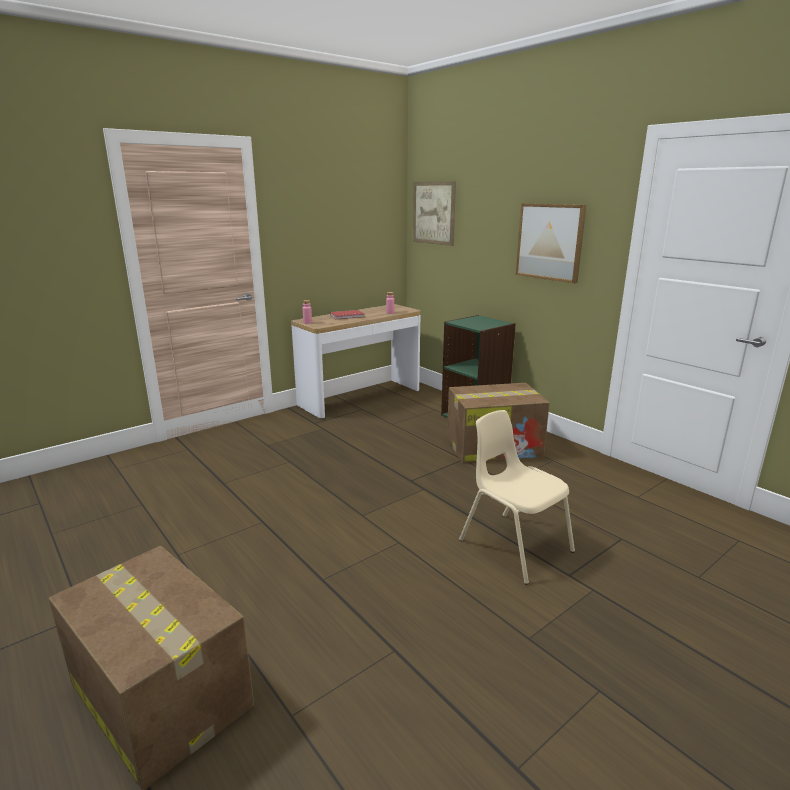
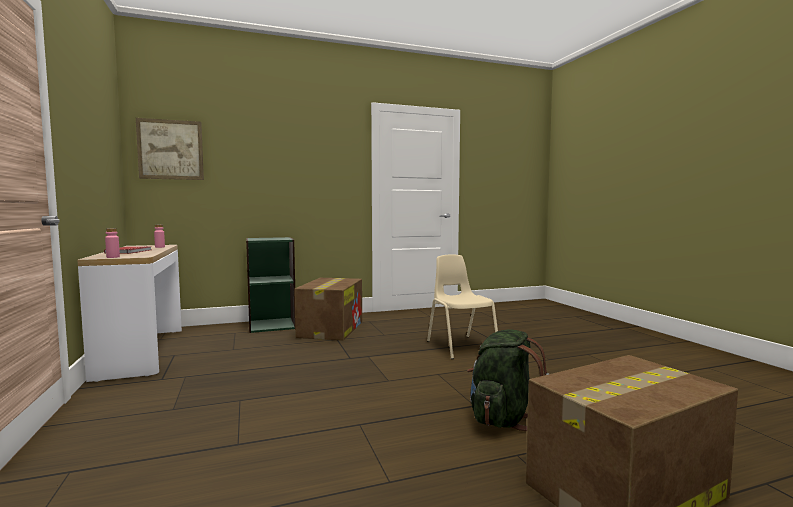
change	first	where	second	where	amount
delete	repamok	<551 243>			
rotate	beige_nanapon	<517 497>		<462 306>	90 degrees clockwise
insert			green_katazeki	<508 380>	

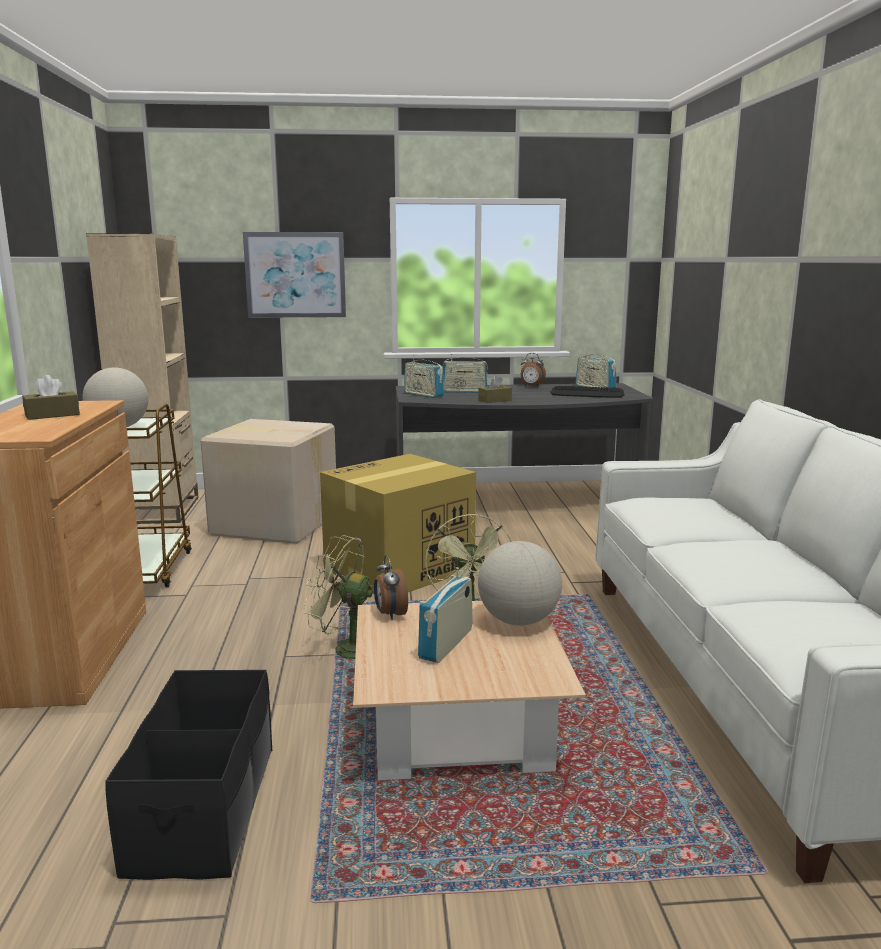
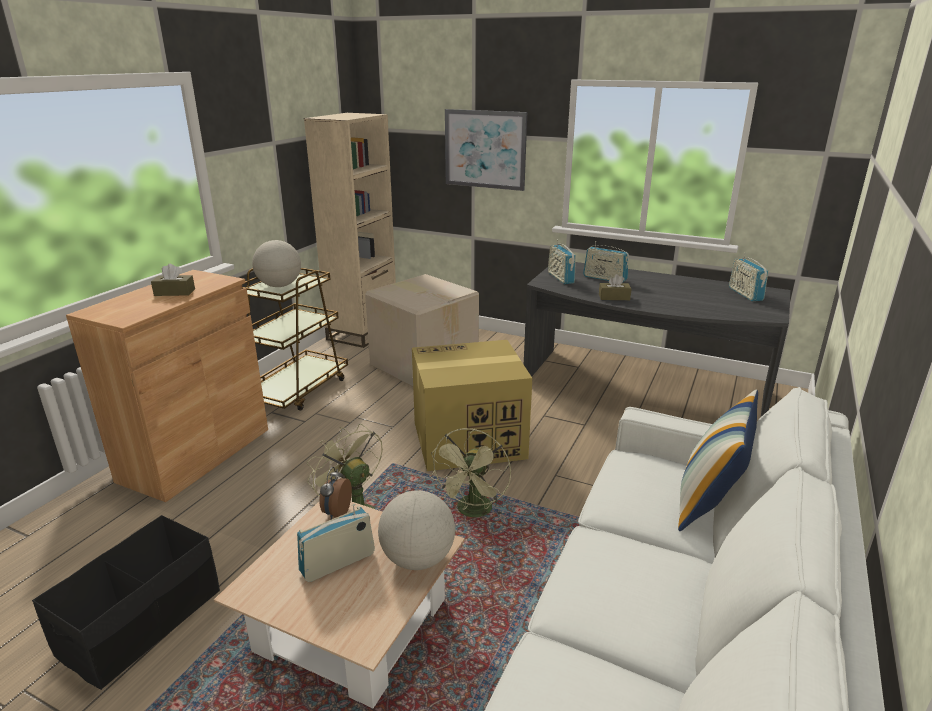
change	first	where	second	where	amount
delete	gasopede	<533 369>			
delete	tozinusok	<587 392>			
insert			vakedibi	<718 460>	

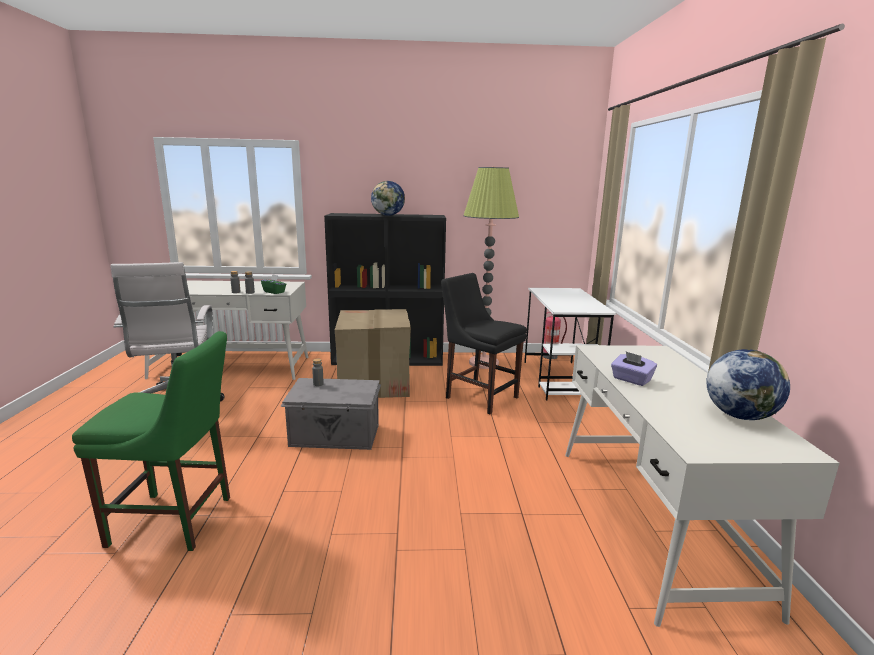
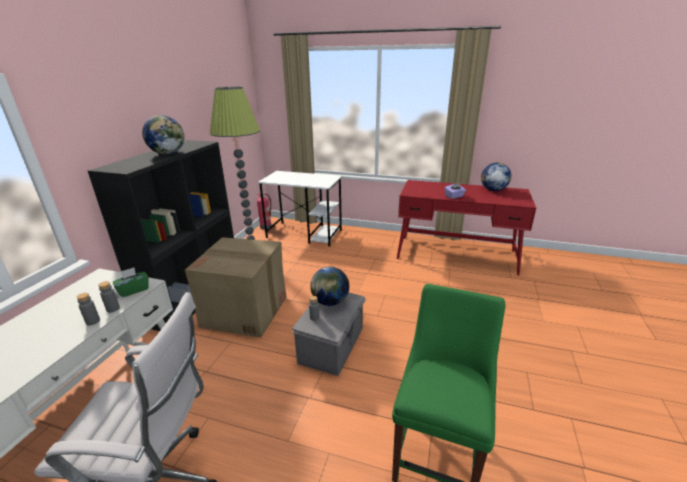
change	first	where	second	where	amount
delete	black_nanapon	<484 343>			
recolor	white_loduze	<702 486>	red_loduze	<466 227>	
insert			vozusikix	<329 286>	

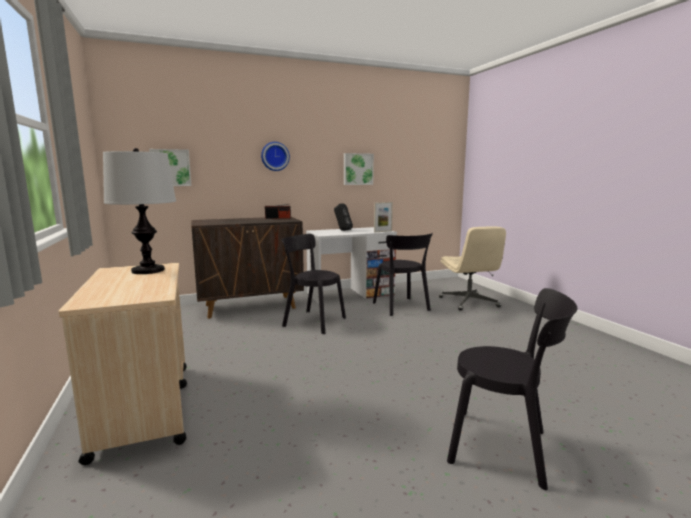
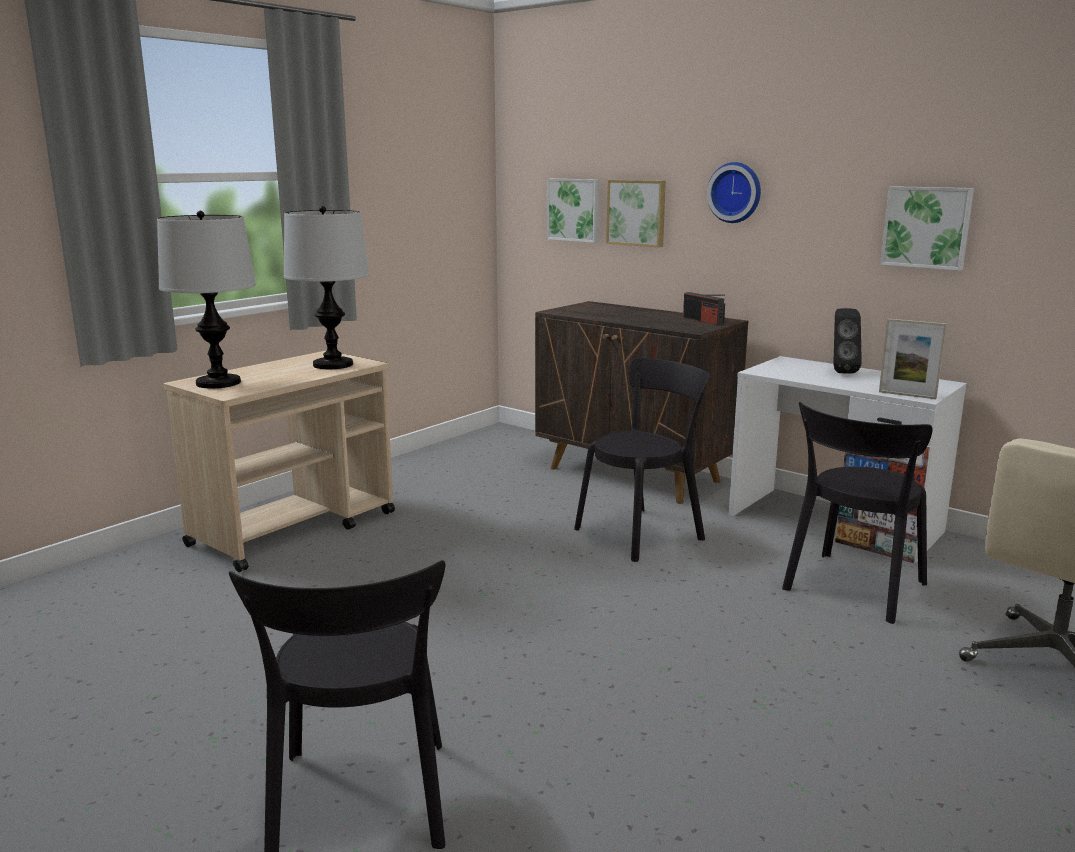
change	first	where	second	where	amount
rotate	black_nanapon	<313 284>		<642 459>	60 degrees clockwise
insert			repamok	<636 213>	
insert			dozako	<206 299>	

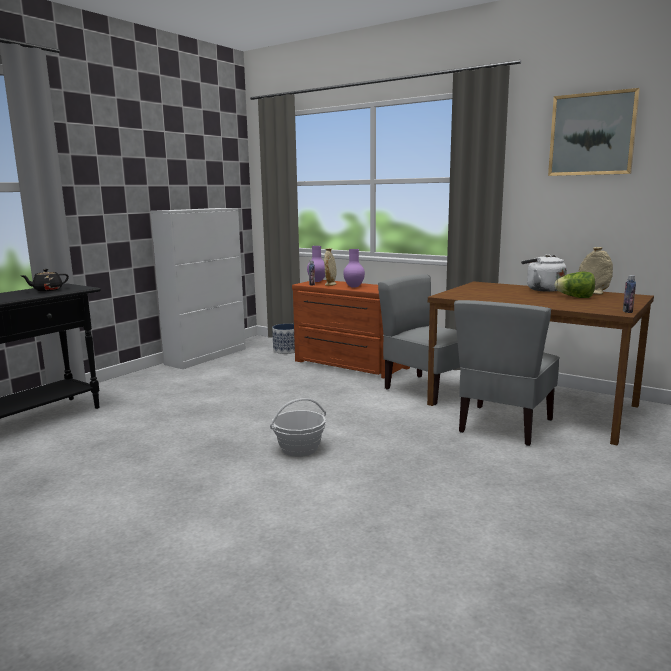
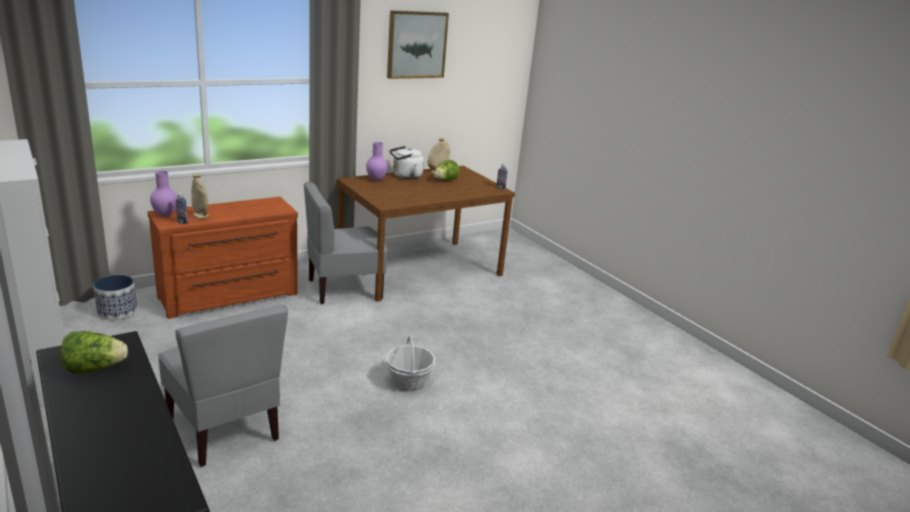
change	first	where	second	where	amount
move	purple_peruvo	<354 268>		<377 161>	
replace	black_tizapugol	<45 280>	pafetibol	<94 352>	
move	grey_nanapon	<507 373>		<223 386>	

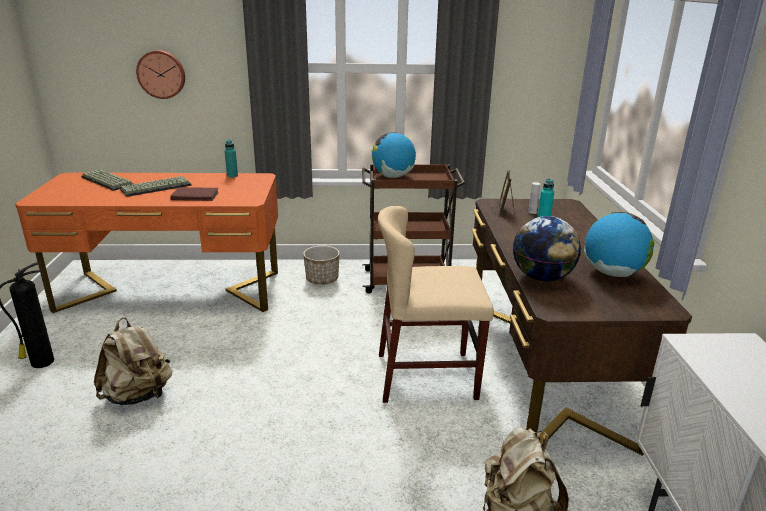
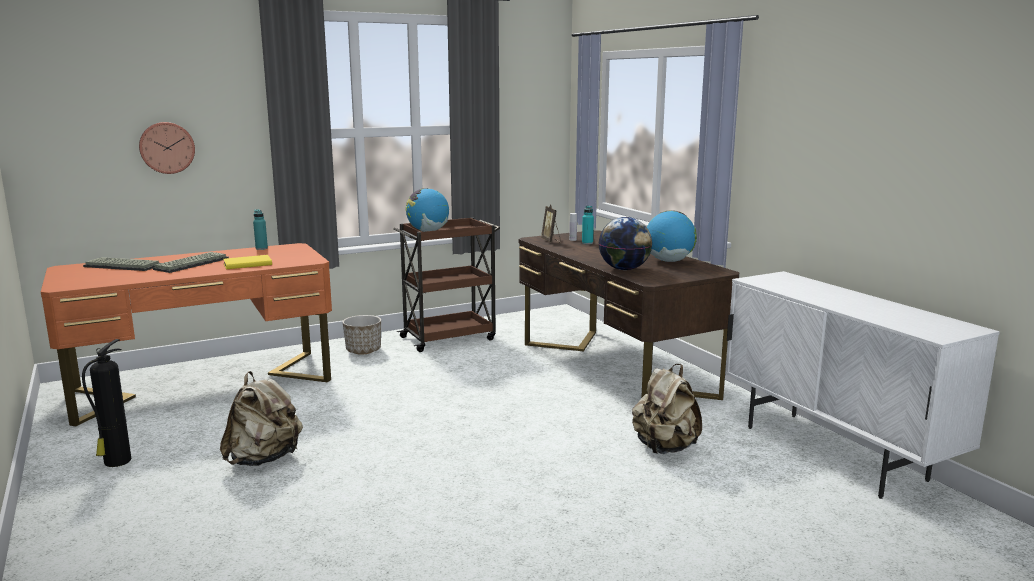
change	first	where	second	where	amount
recolor	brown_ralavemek	<195 194>	yellow_ralavemek	<247 262>	
delete	beige_nanapon	<436 304>			

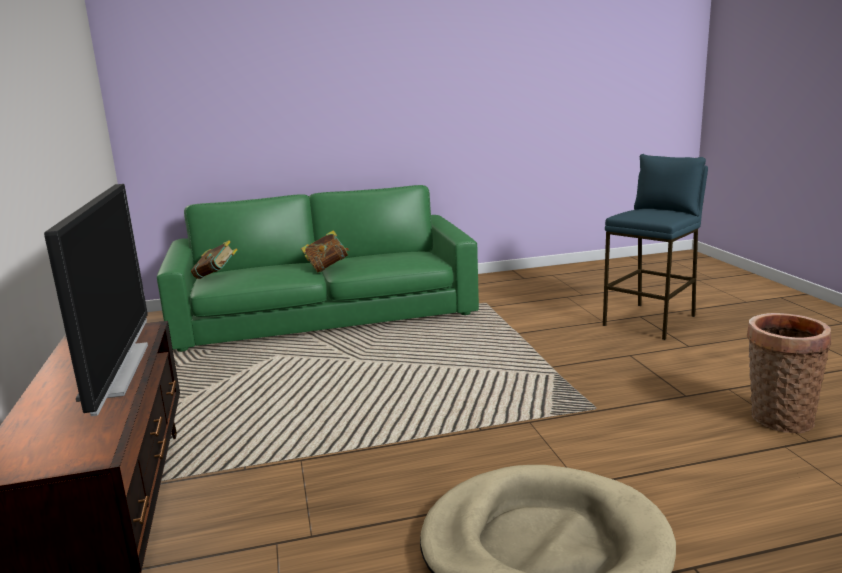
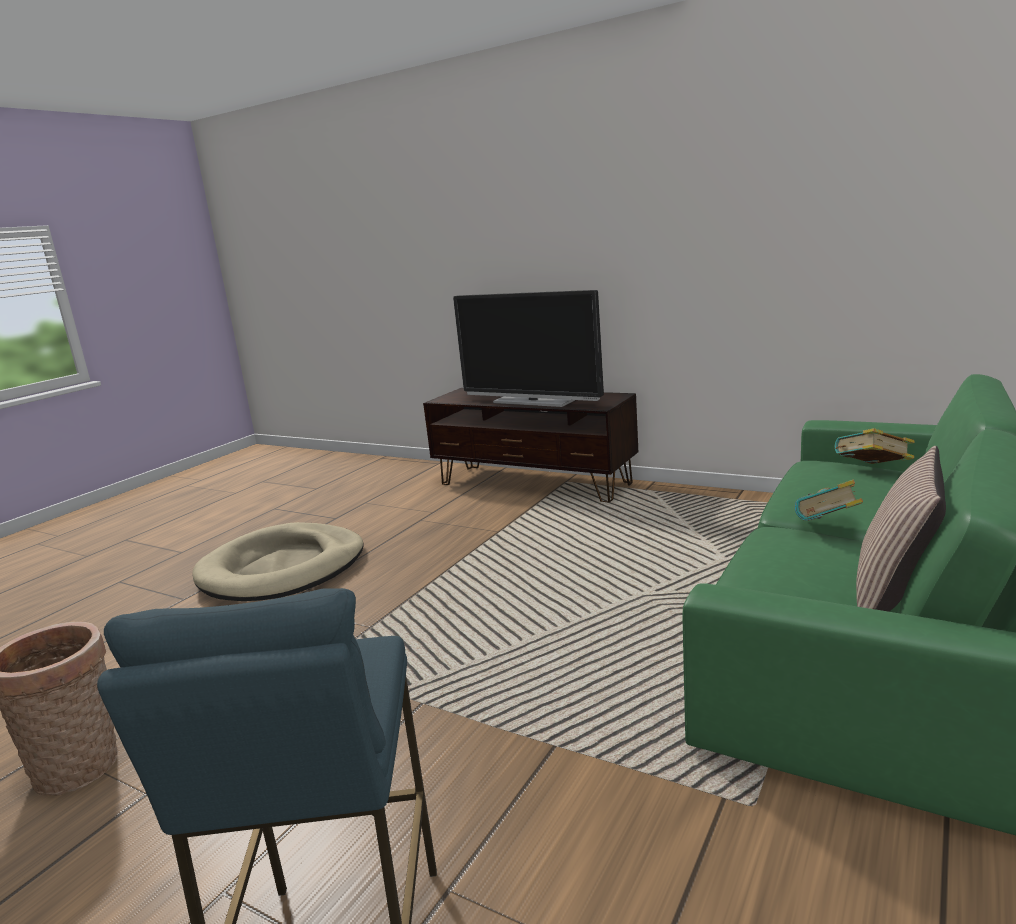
change	first	where	second	where	amount
insert			vakedibi	<901 529>	

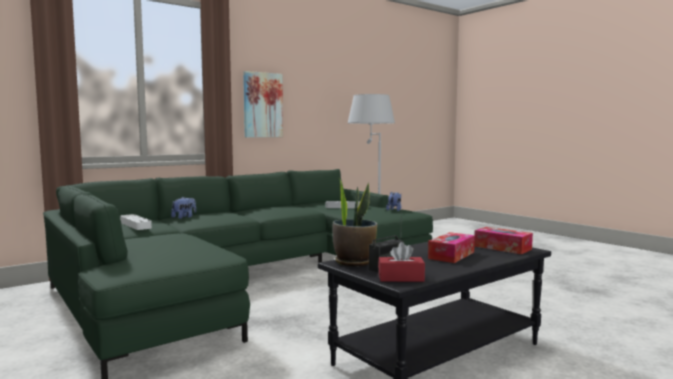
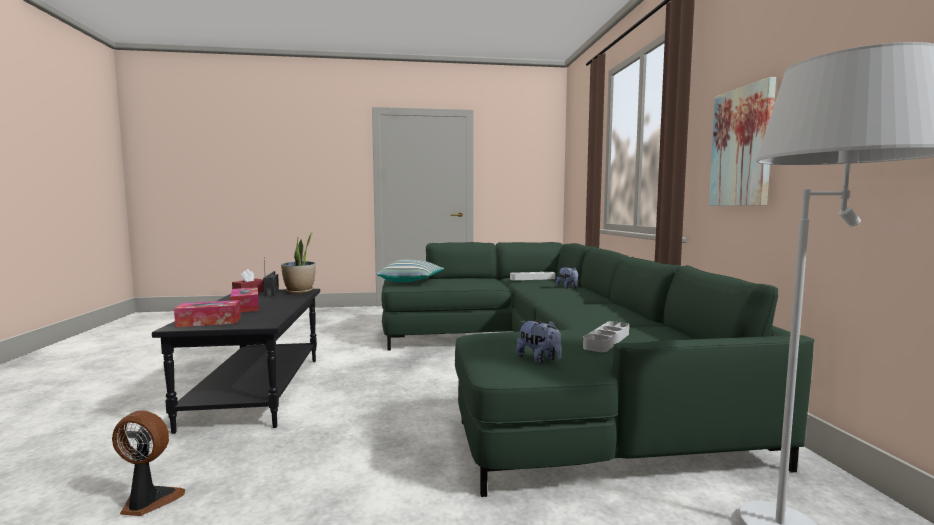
change	first	where	second	where	amount
insert			vakedibi	<410 270>	
insert			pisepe	<148 463>	

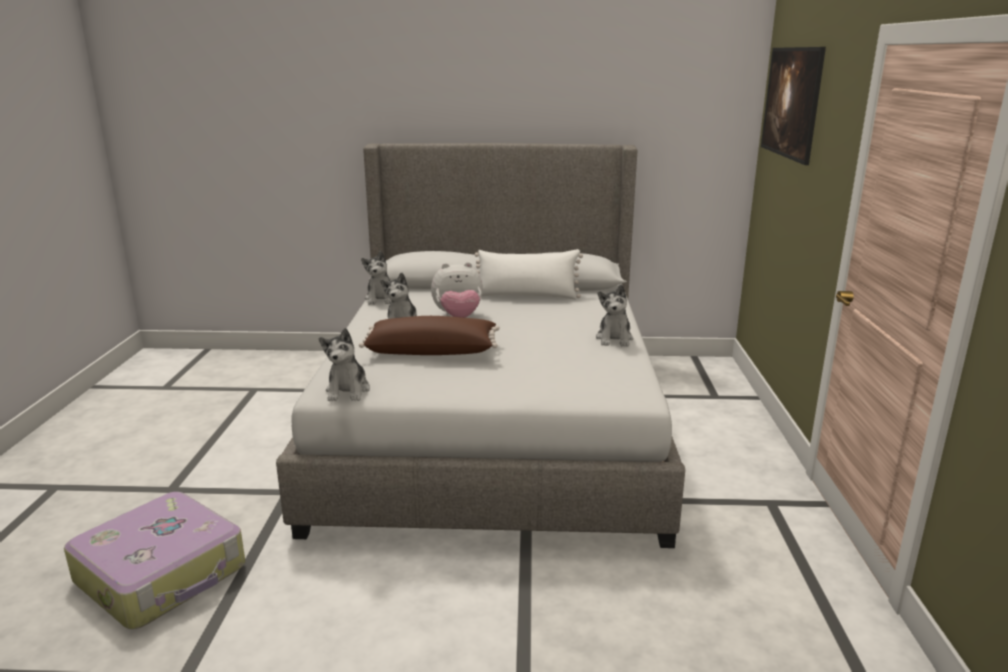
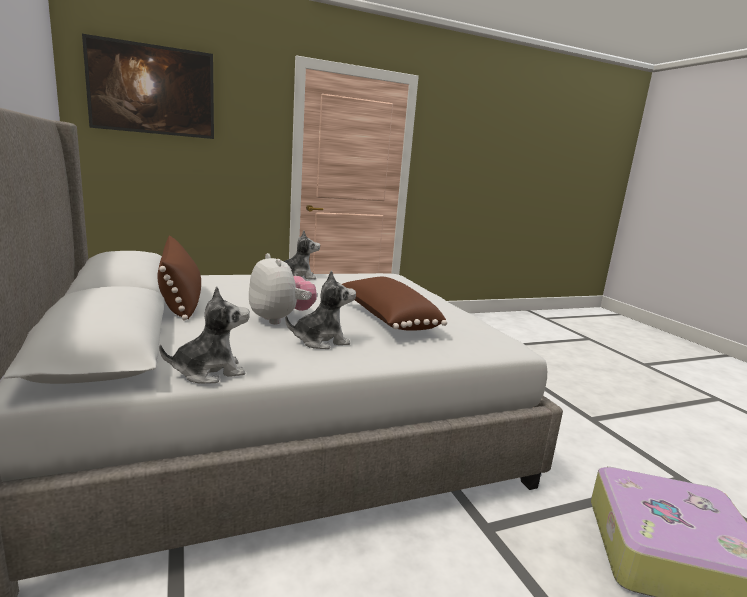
change	first	where	second	where	amount
recolor	white_vakedibi	<529 274>	brown_vakedibi	<179 278>	
delete	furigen	<344 364>			

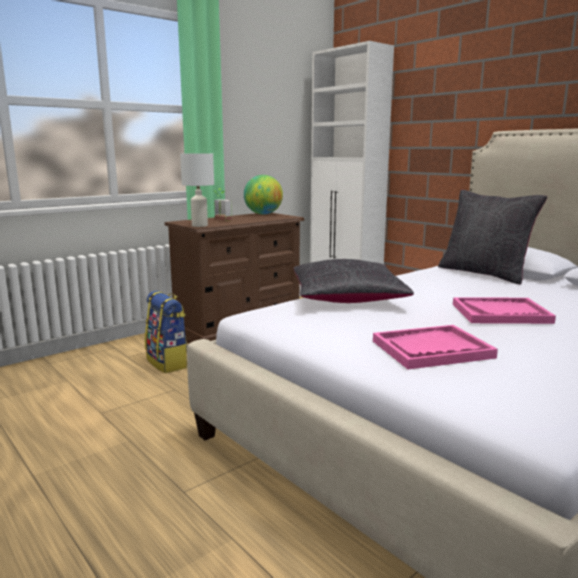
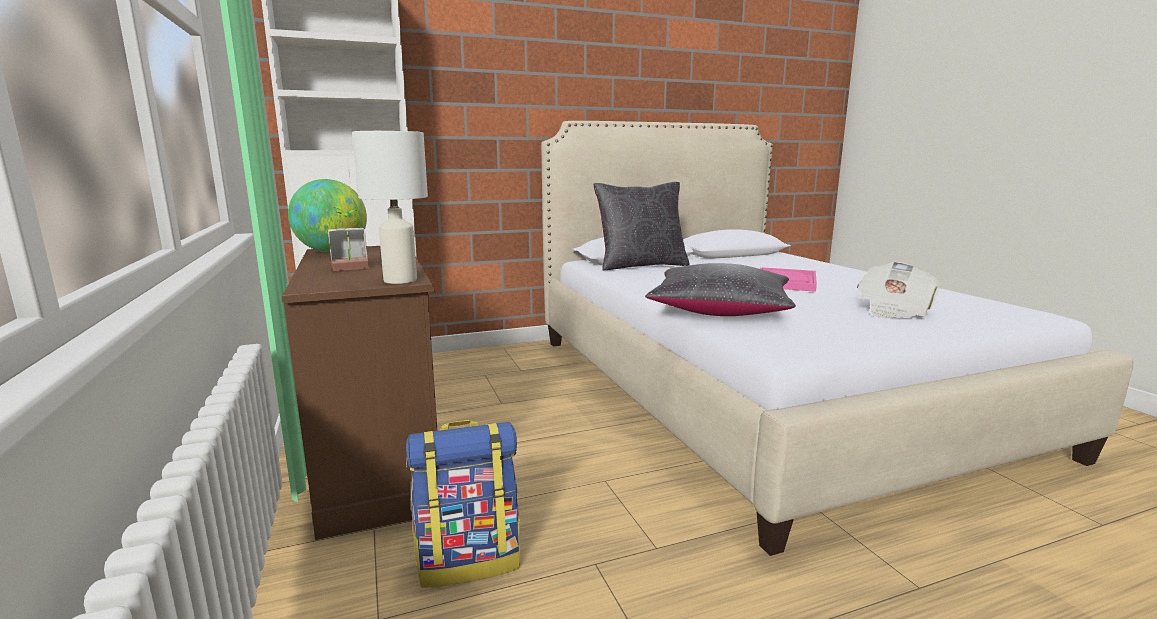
change	first	where	second	where	amount
replace	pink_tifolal	<435 347>	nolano	<899 290>	

